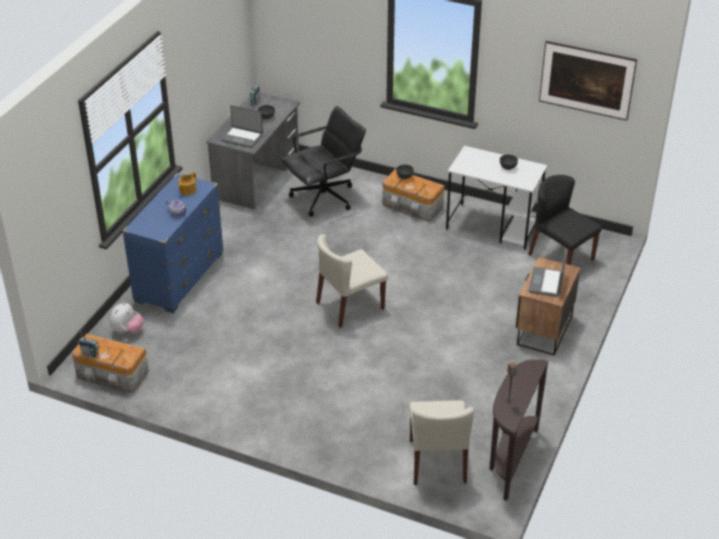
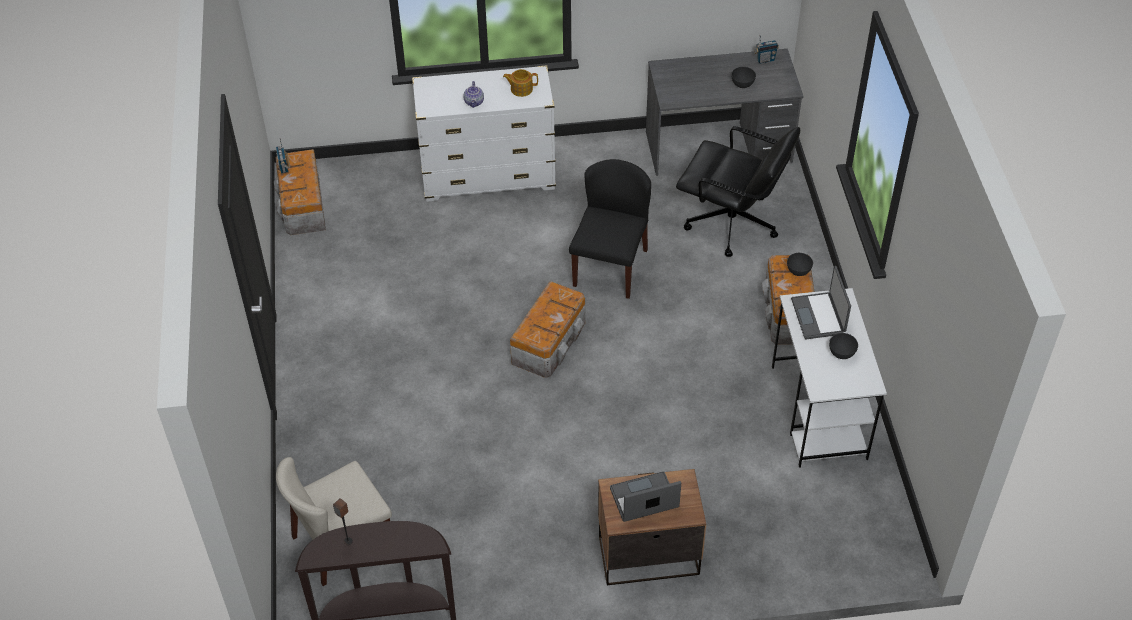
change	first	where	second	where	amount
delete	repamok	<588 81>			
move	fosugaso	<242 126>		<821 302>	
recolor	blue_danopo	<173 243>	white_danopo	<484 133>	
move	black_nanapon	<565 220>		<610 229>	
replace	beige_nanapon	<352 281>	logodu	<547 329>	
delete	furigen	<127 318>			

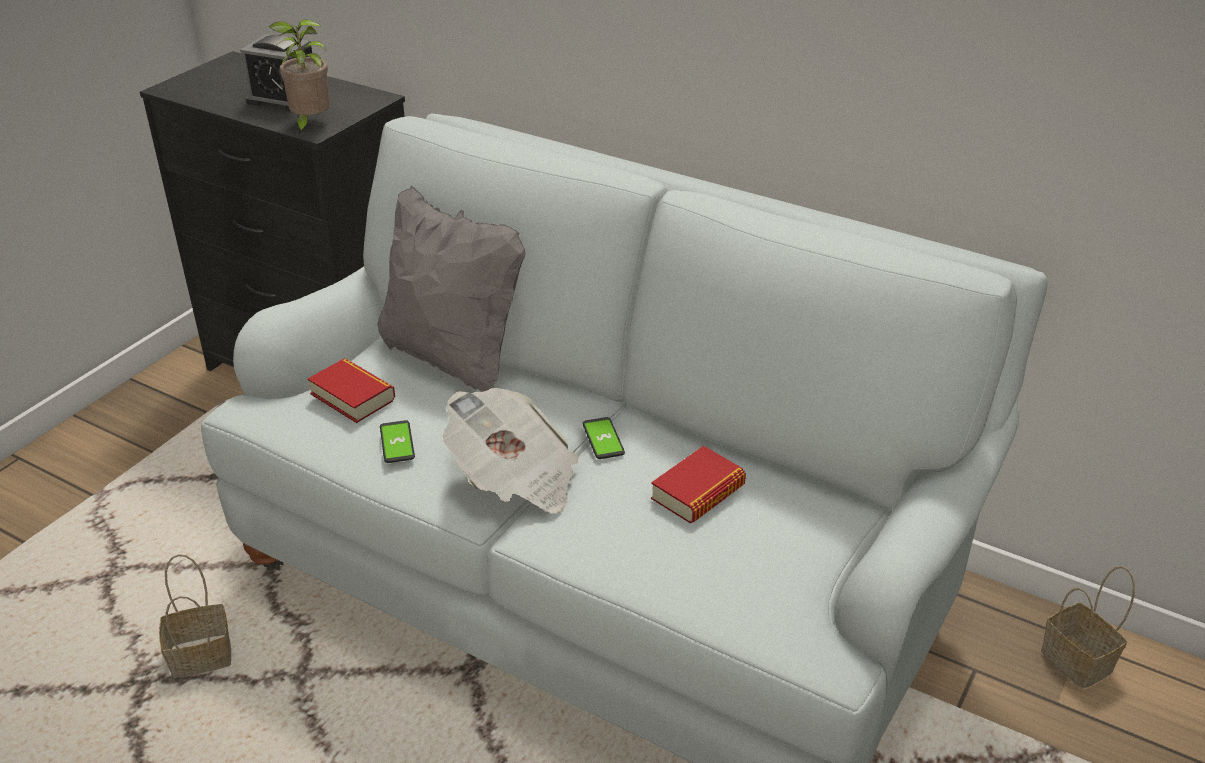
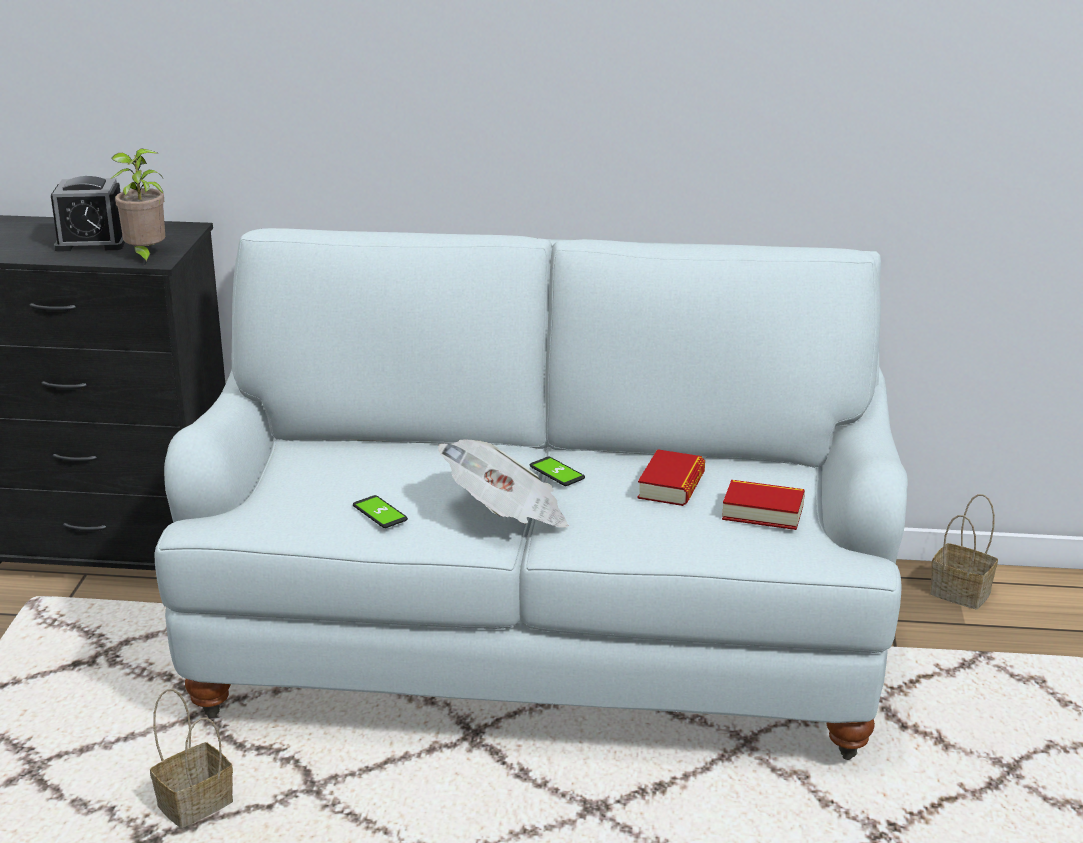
change	first	where	second	where	amount
delete	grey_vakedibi	<451 289>			
move	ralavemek	<351 390>		<763 505>	

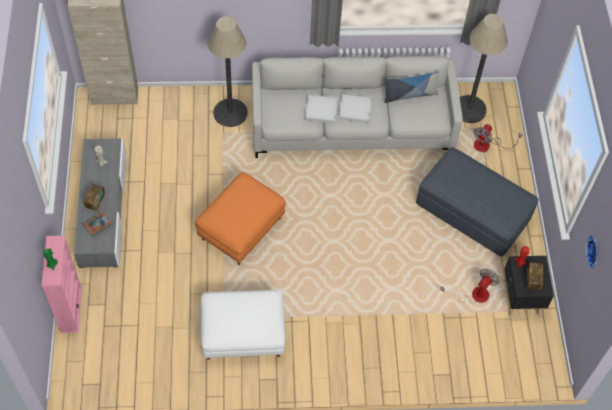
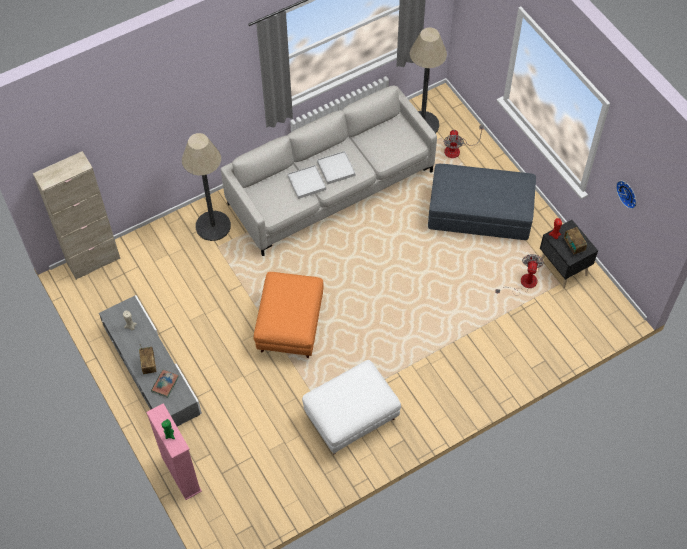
change	first	where	second	where	amount
delete	vakedibi	<411 86>			

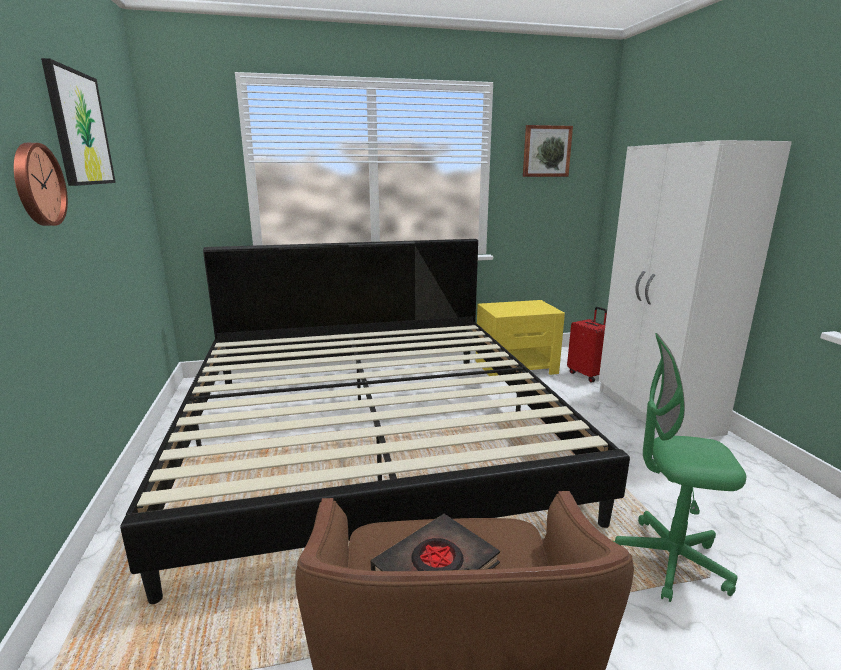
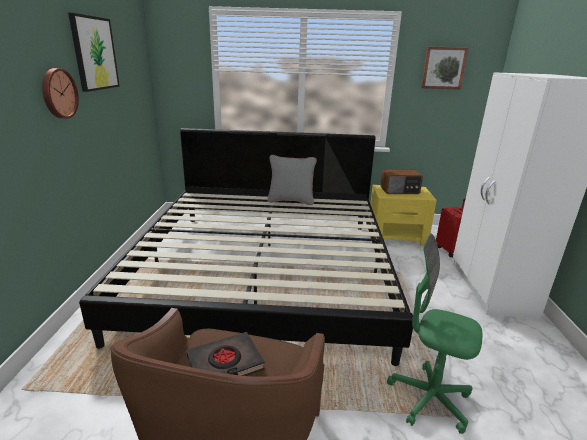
change	first	where	second	where	amount
insert			grey_vakedibi	<292 180>	
insert			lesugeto	<401 181>	

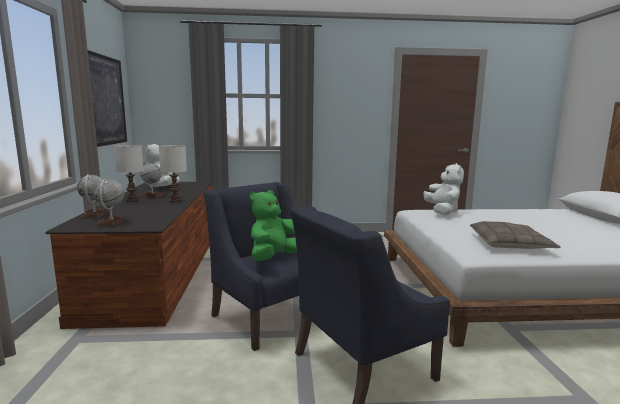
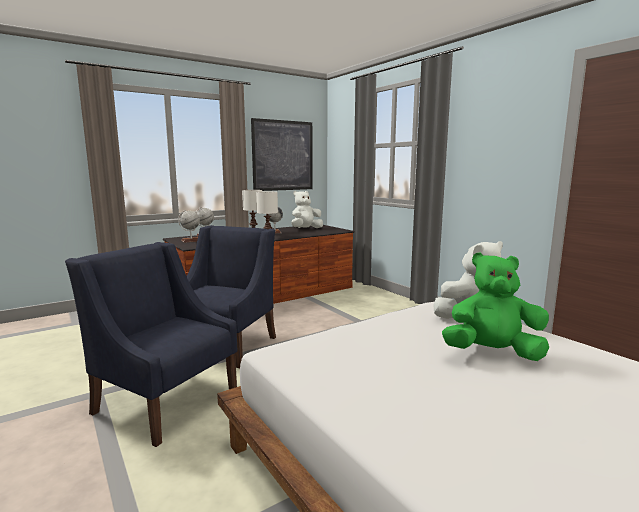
change	first	where	second	where	amount
move	green_furigen	<273 225>		<495 306>	
delete	vakedibi	<515 235>			

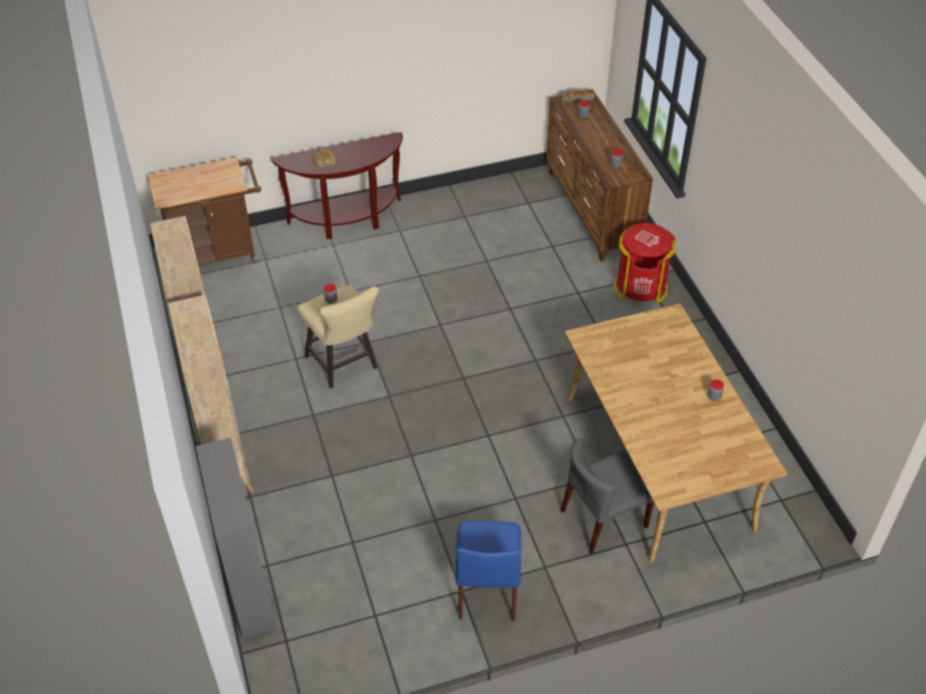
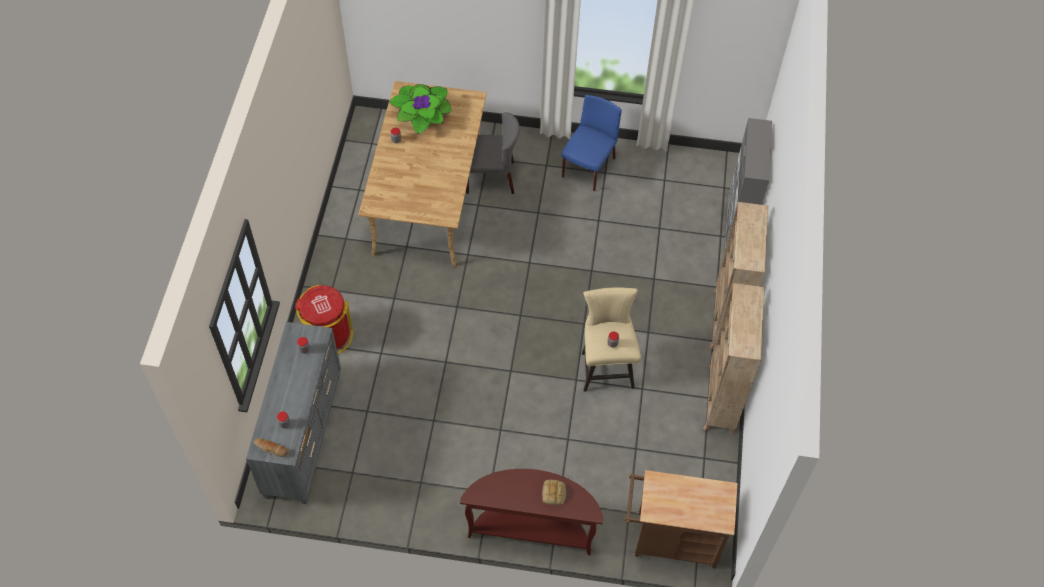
change	first	where	second	where	amount
recolor	brown_danopo	<599 175>	grey_danopo	<293 413>	
insert			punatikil	<420 109>	

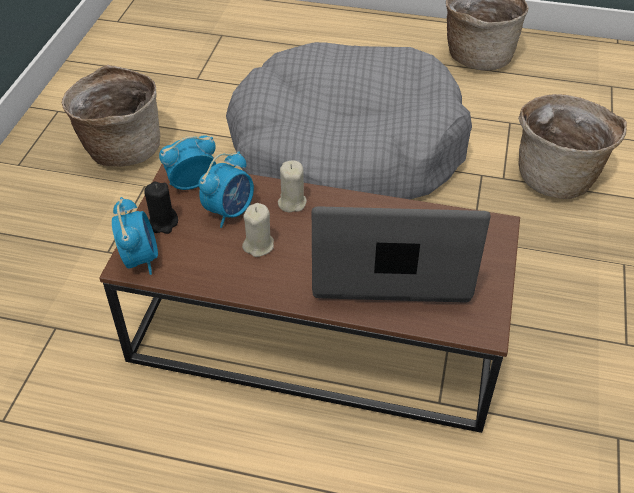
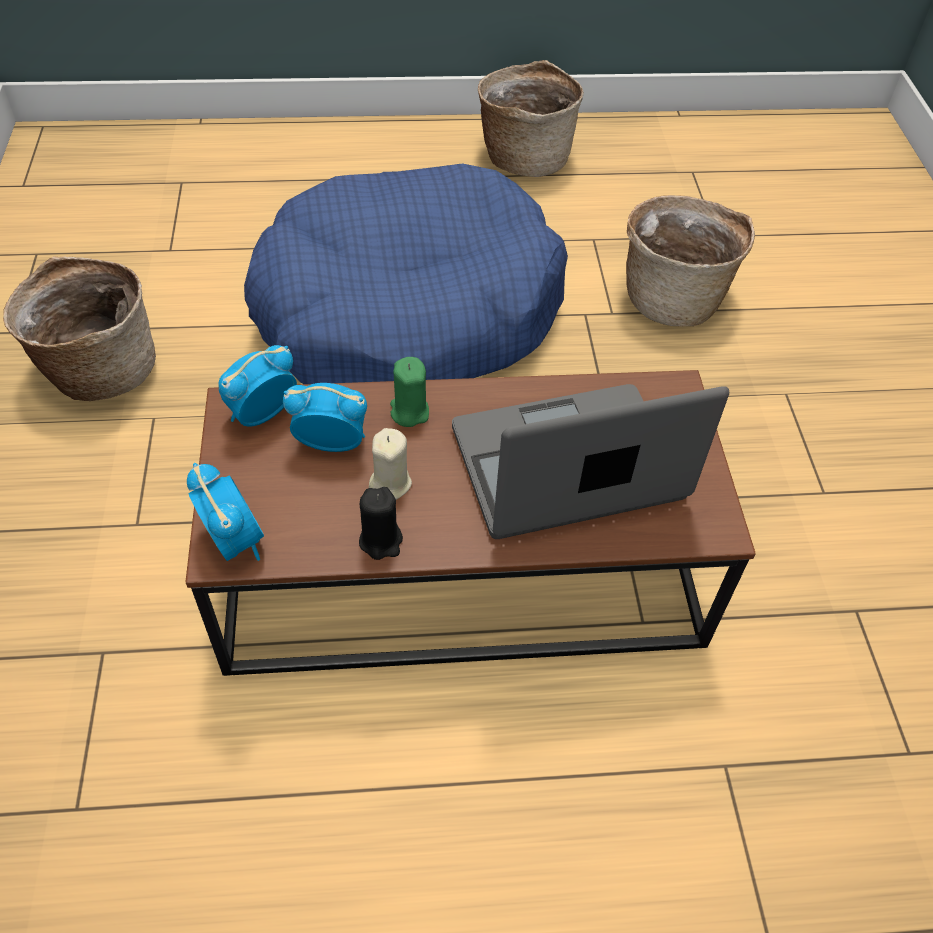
change	first	where	second	where	amount
recolor	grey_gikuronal	<349 120>	blue_gikuronal	<406 273>	
rotate	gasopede	<226 189>		<325 417>	105 degrees counterclockwise
recolor	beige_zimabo	<292 186>	green_zimabo	<409 392>	
move	black_zimabo	<161 208>		<381 523>	

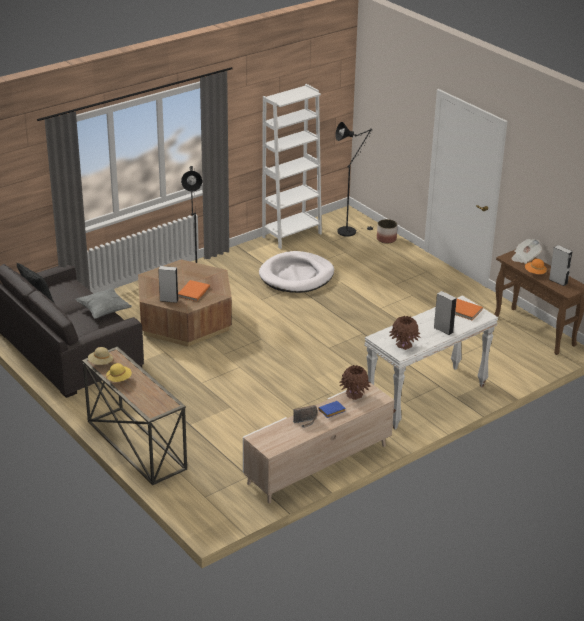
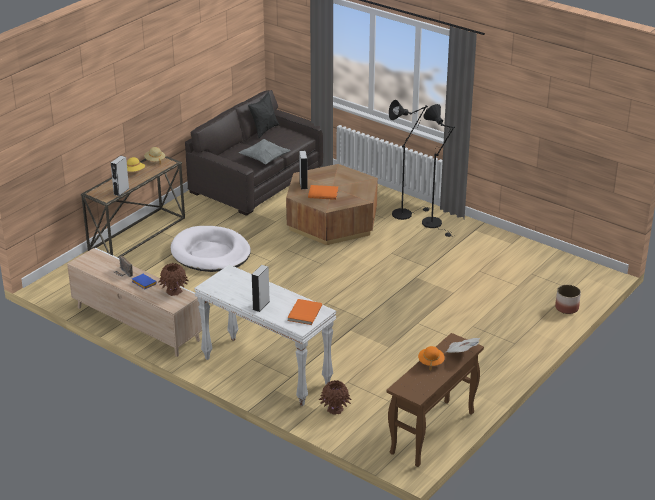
change	first	where	second	where	amount
delete	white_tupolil	<292 166>			
move	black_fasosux	<354 179>		<438 170>	
move	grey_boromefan	<560 265>		<120 175>	
move	white_gikuronal	<296 272>		<211 249>	
move	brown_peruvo	<404 333>		<335 397>	

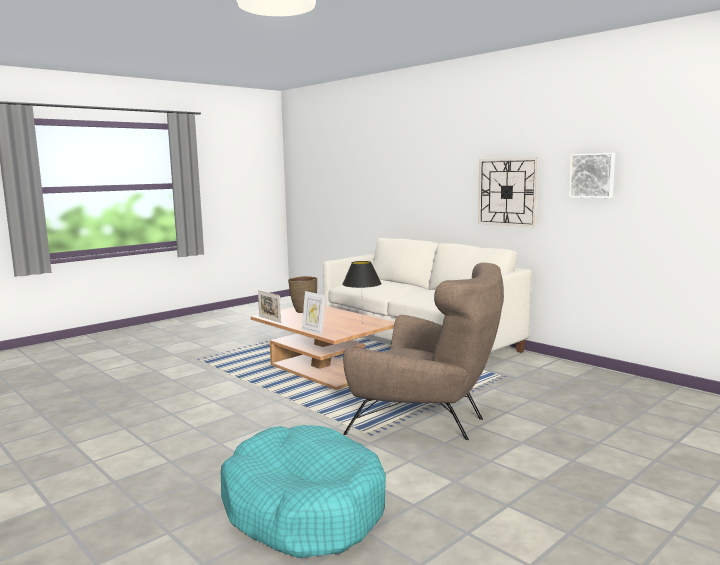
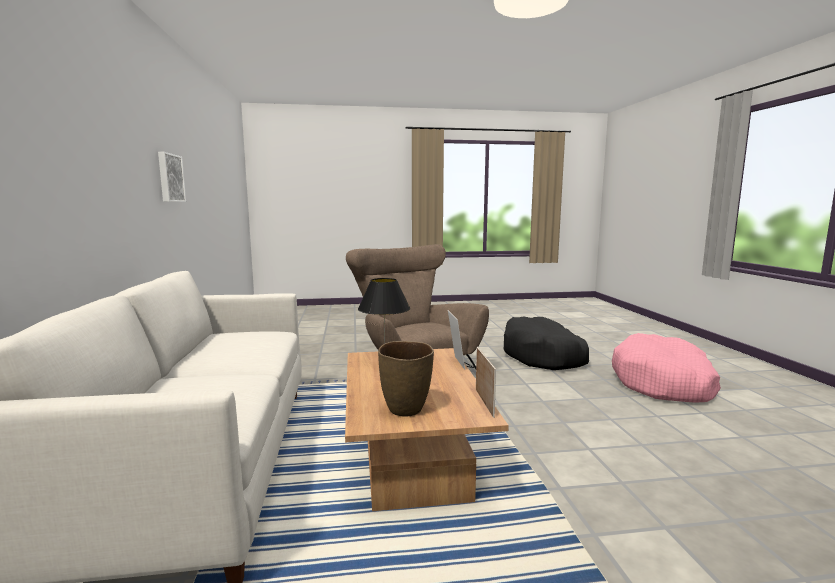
change	first	where	second	where	amount
delete	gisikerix	<508 192>			
recolor	turquoise_gikuronal	<303 491>	black_gikuronal	<546 343>	
insert			pink_gikuronal	<666 368>	

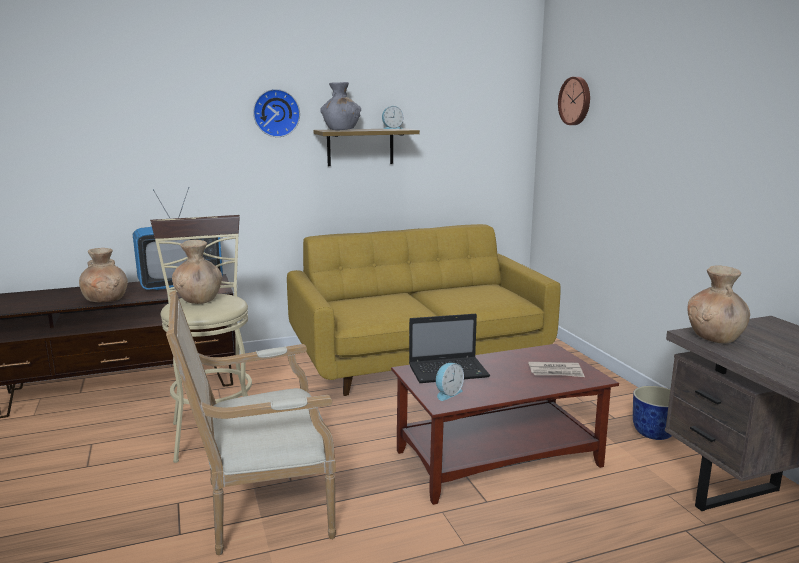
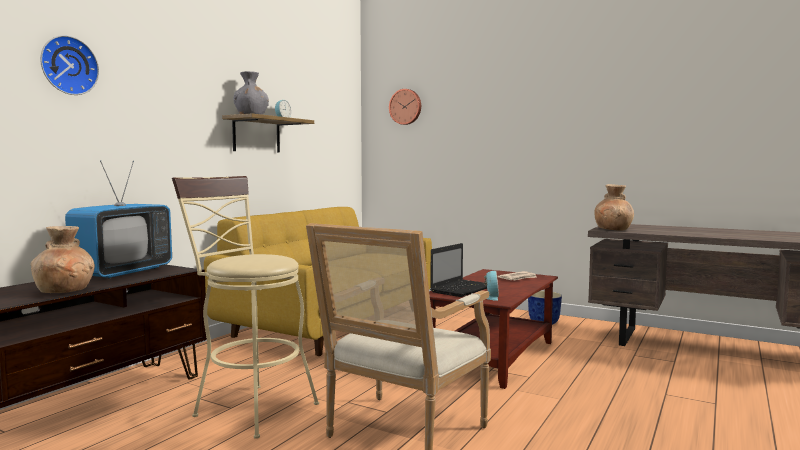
change	first	where	second	where	amount
move	gisikerix	<276 113>		<69 65>	
delete	brown_peruvo	<197 272>			

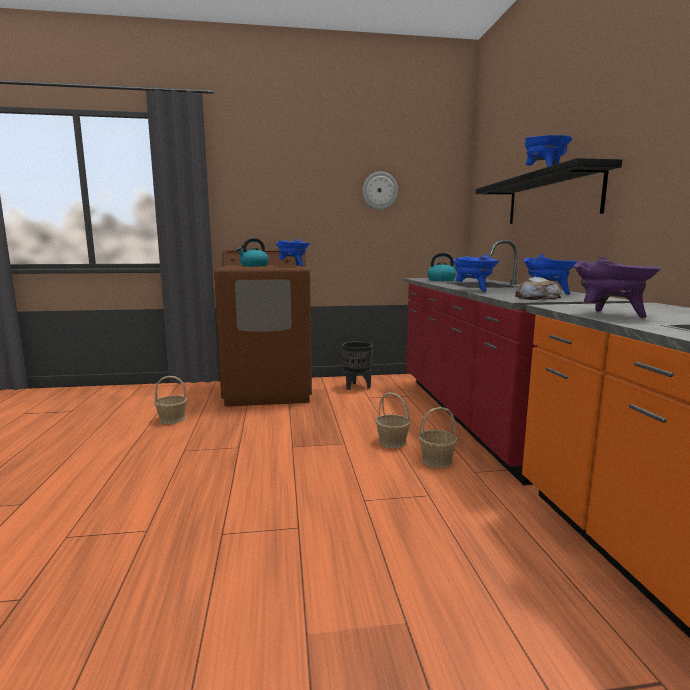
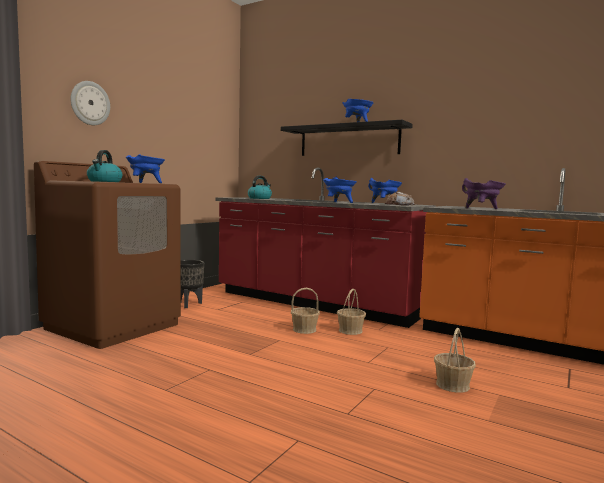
change	first	where	second	where	amount
move	gisikerix	<380 190>		<90 103>	
move	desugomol	<170 400>		<455 360>	

